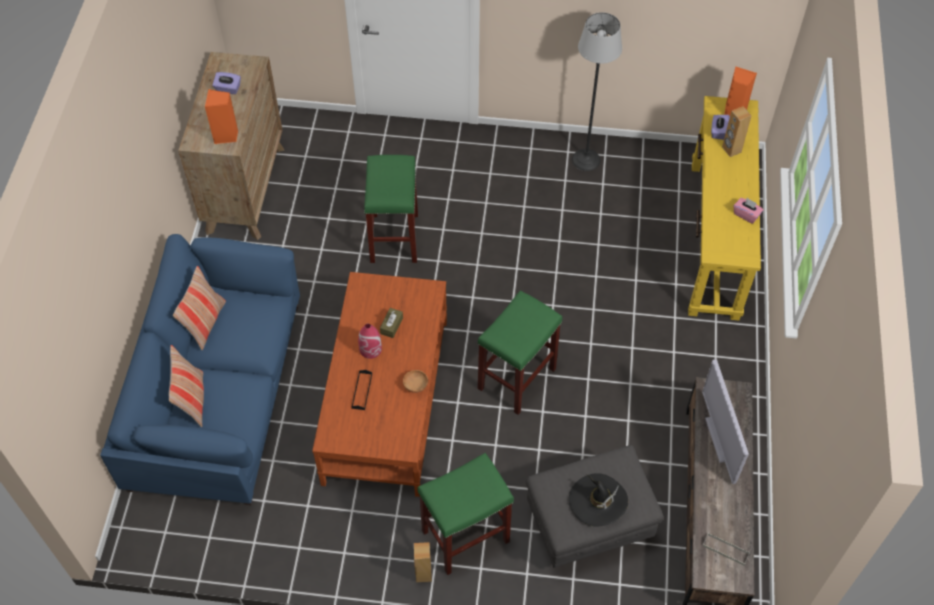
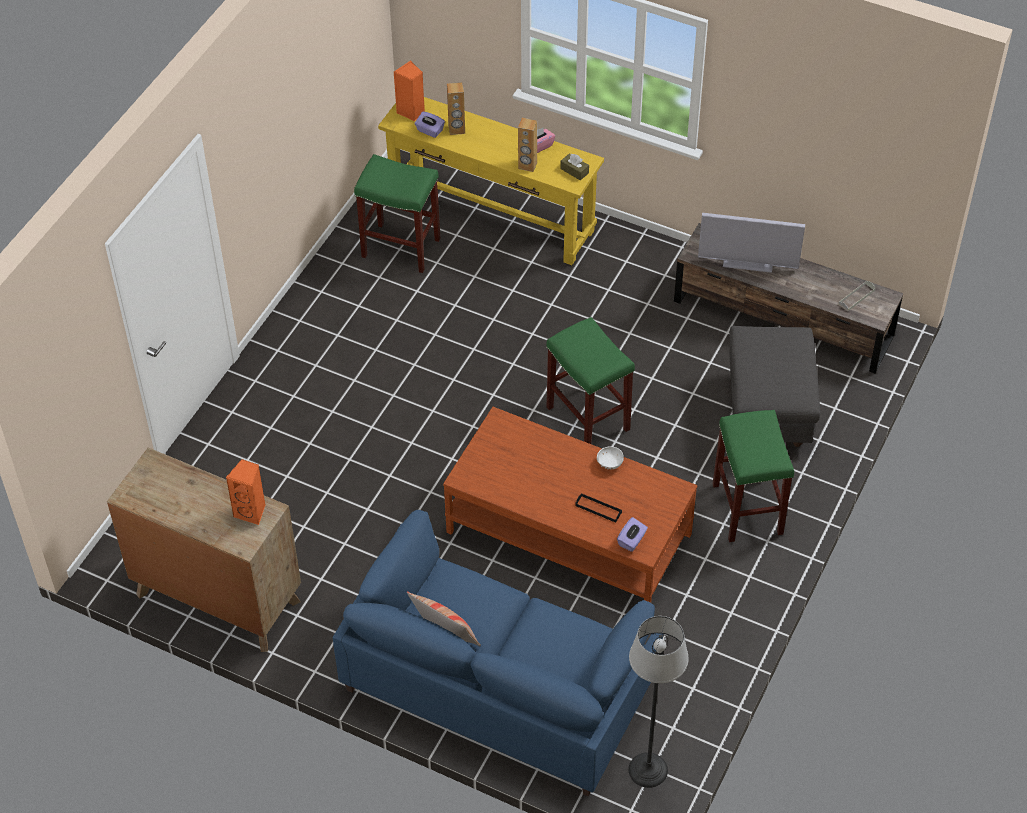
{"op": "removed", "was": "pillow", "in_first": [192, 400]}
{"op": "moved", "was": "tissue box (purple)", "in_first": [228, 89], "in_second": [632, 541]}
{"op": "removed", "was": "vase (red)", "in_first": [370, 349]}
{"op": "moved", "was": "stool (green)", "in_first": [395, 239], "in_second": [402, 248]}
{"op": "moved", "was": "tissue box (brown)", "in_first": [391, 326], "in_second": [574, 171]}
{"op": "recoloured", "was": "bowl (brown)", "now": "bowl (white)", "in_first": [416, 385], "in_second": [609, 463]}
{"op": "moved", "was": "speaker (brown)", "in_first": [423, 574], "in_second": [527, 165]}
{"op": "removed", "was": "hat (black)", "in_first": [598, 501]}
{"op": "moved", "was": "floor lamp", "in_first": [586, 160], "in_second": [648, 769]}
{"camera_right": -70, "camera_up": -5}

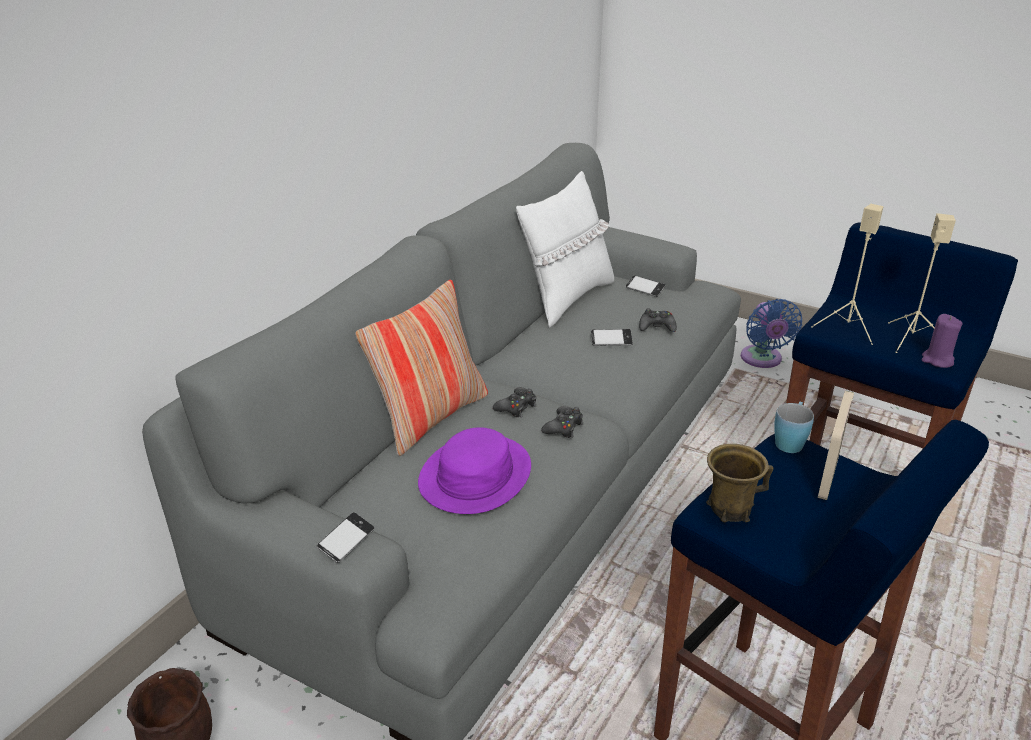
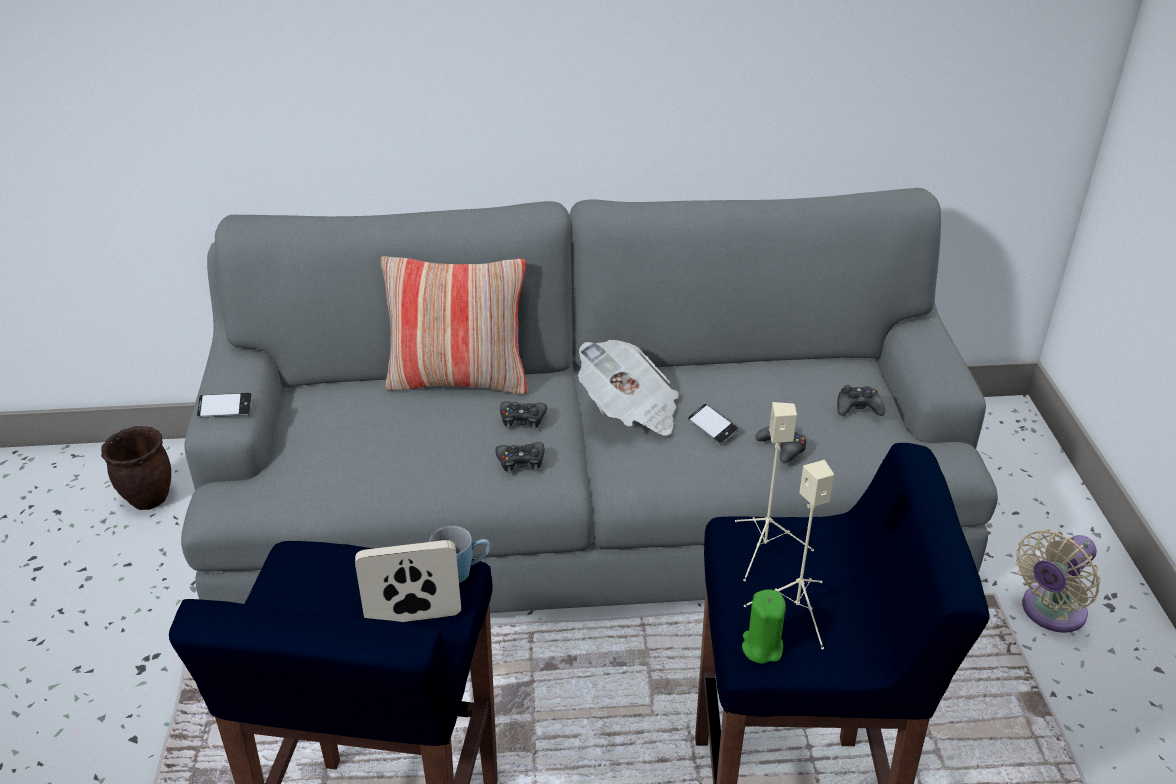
{"op": "removed", "was": "hat (purple)", "in_first": [475, 475]}
{"op": "removed", "was": "pillow (white)", "in_first": [566, 299]}
{"op": "replaced", "was": "phone", "now": "game controller (black)", "in_first": [645, 289], "in_second": [858, 407]}
{"op": "removed", "was": "mug (brown)", "in_first": [730, 508]}
{"op": "recoloured", "was": "fan (blue)", "now": "fan (beige)", "in_first": [762, 360], "in_second": [1049, 612]}
{"op": "recoloured", "was": "candle (purple)", "now": "candle (green)", "in_first": [937, 360], "in_second": [762, 647]}
{"op": "added", "now": "newspaper", "in_second": [629, 410]}
{"camera_right": 55, "camera_up": 5}

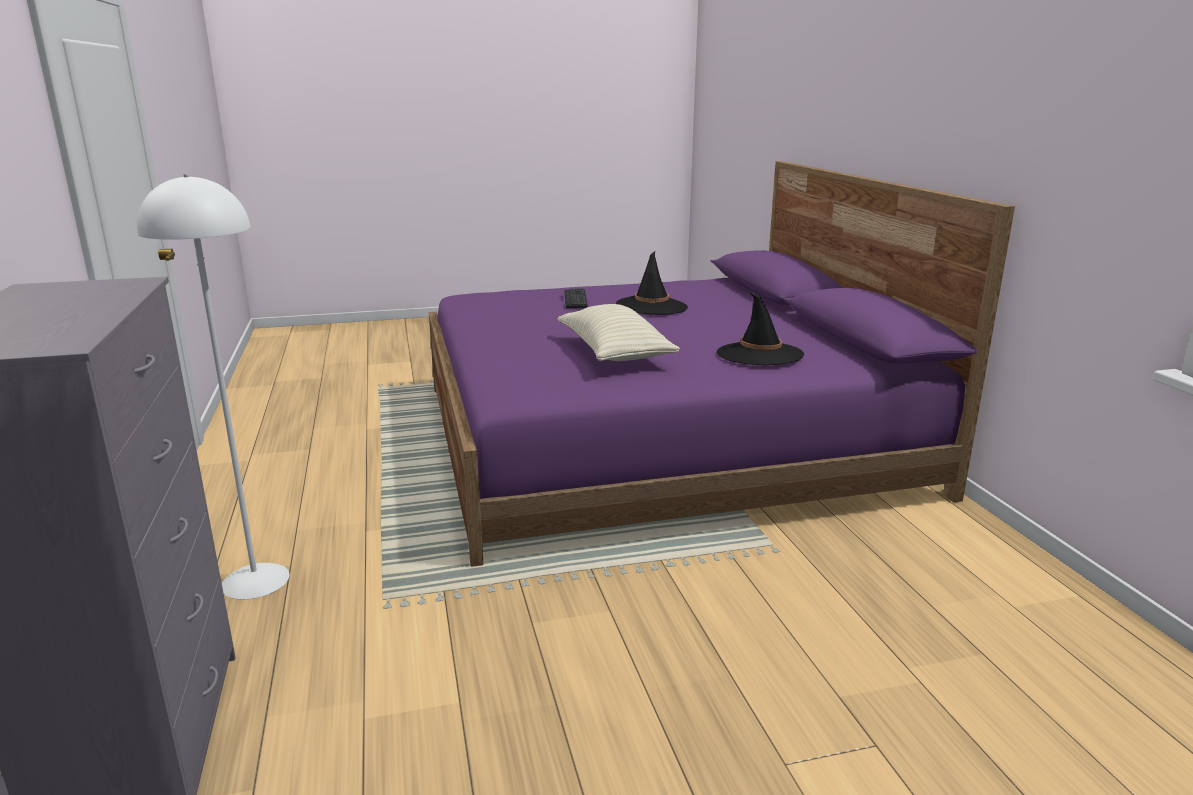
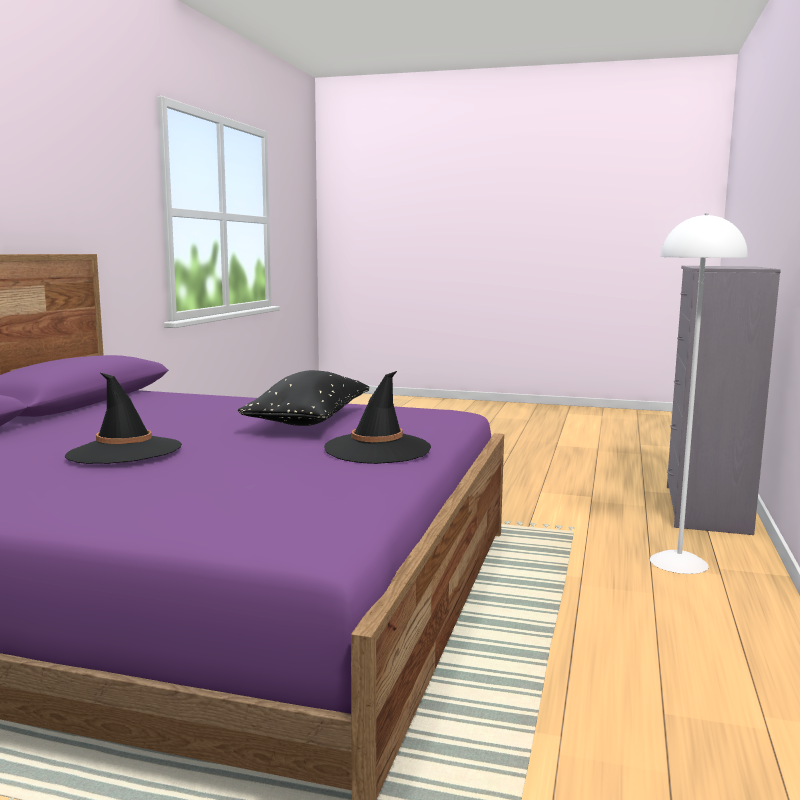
{"op": "recoloured", "was": "pillow (beige)", "now": "pillow (black)", "in_first": [614, 354], "in_second": [309, 421]}
{"op": "removed", "was": "keyboard", "in_first": [575, 299]}
{"op": "moved", "was": "hat (black)", "in_first": [759, 354], "in_second": [377, 449]}
{"camera_right": -150, "camera_up": -10}

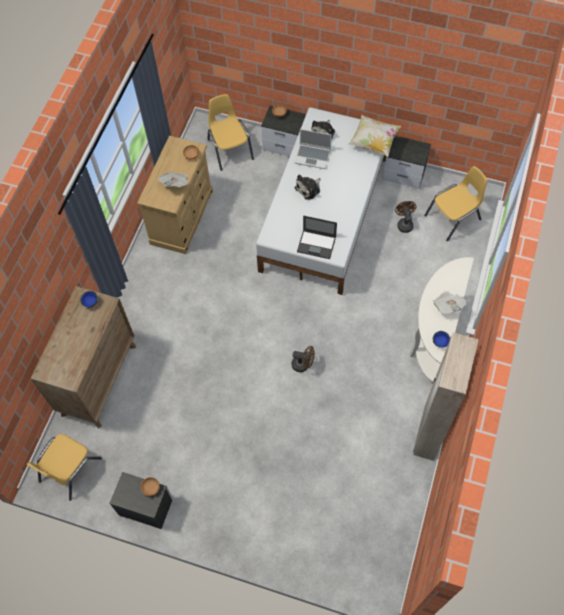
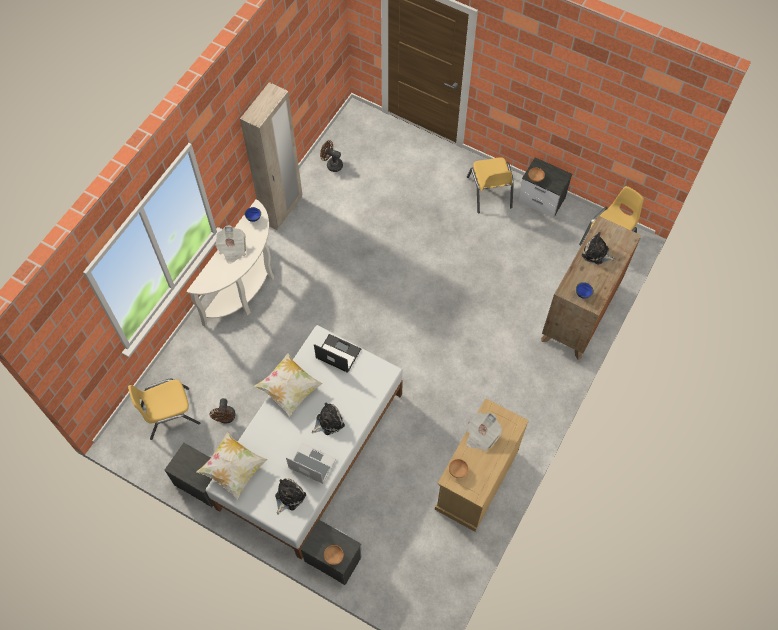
{"op": "moved", "was": "chair (yellow)", "in_first": [230, 149], "in_second": [489, 192]}
{"op": "moved", "was": "fan (brown)", "in_first": [303, 365], "in_second": [332, 164]}
{"op": "added", "now": "pillow", "in_second": [289, 389]}
{"op": "added", "now": "plush toy", "in_second": [596, 253]}
{"camera_right": -170, "camera_up": 0}

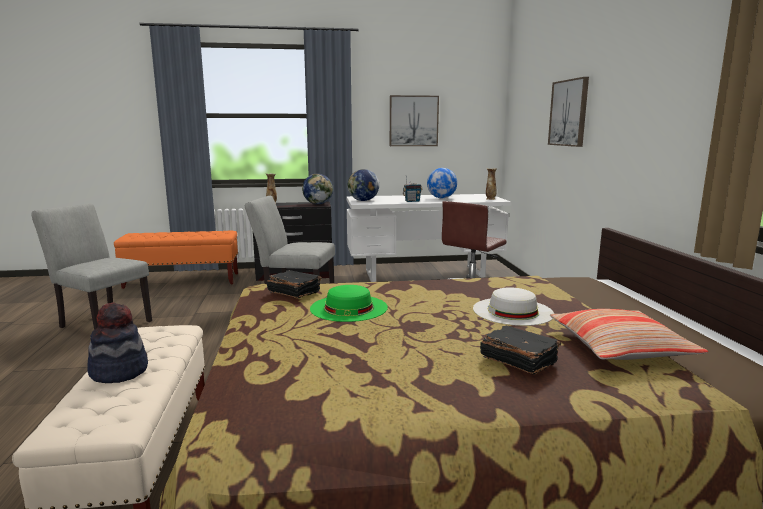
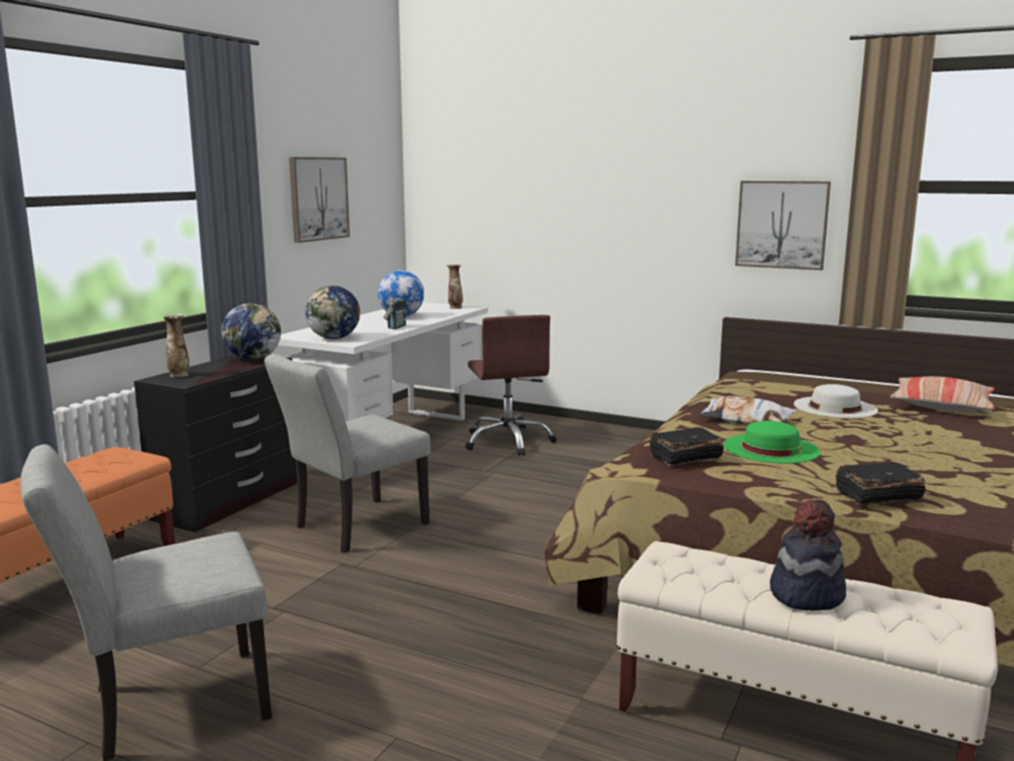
{"op": "moved", "was": "book (black)", "in_first": [517, 360], "in_second": [876, 497]}
{"op": "moved", "was": "picture", "in_first": [569, 113], "in_second": [782, 224]}
{"op": "added", "now": "pillow", "in_second": [746, 420]}
{"camera_right": -55, "camera_up": 0}

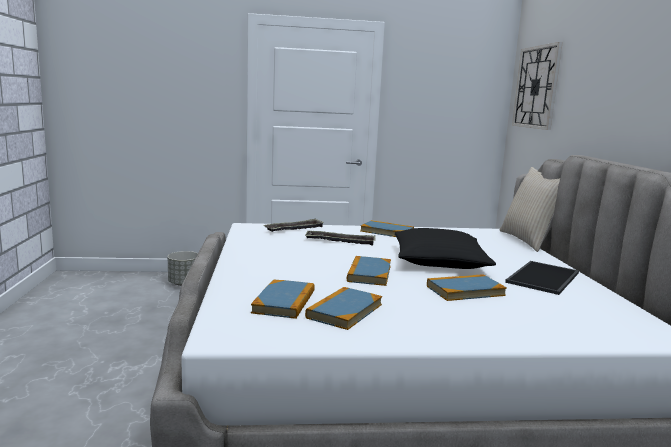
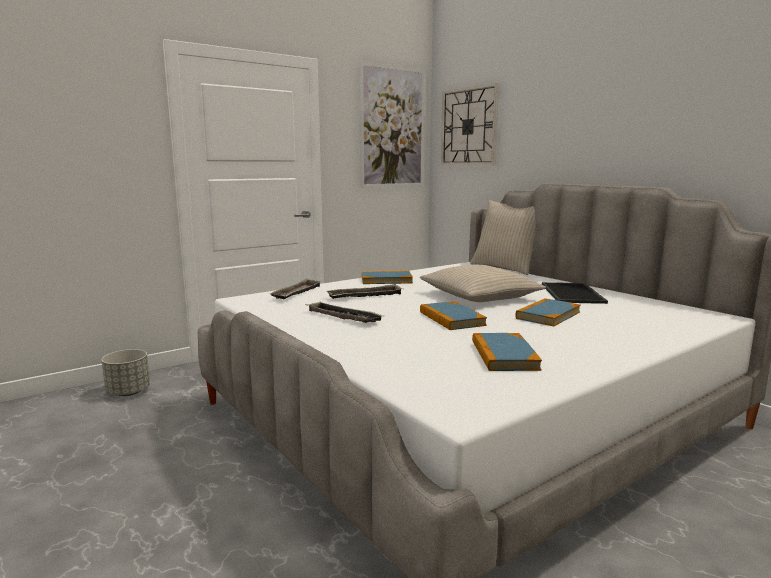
{"op": "removed", "was": "book", "in_first": [284, 302]}
{"op": "recoloured", "was": "pillow (black)", "now": "pillow (beige)", "in_first": [439, 261], "in_second": [479, 296]}
{"op": "added", "now": "tray", "in_second": [343, 317]}
{"op": "added", "now": "picture", "in_second": [392, 127]}
{"camera_right": -30, "camera_up": 0}

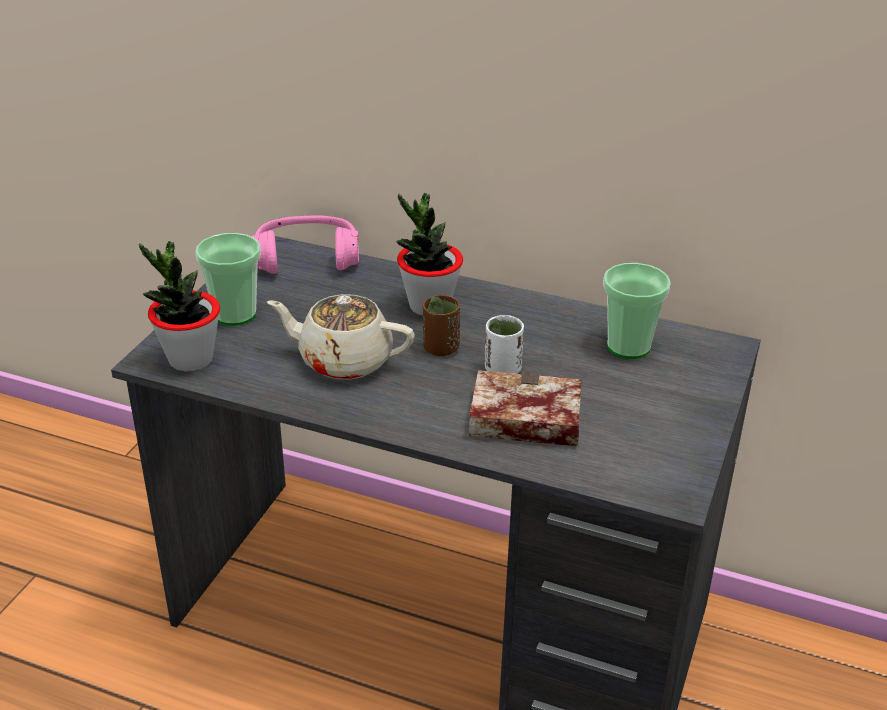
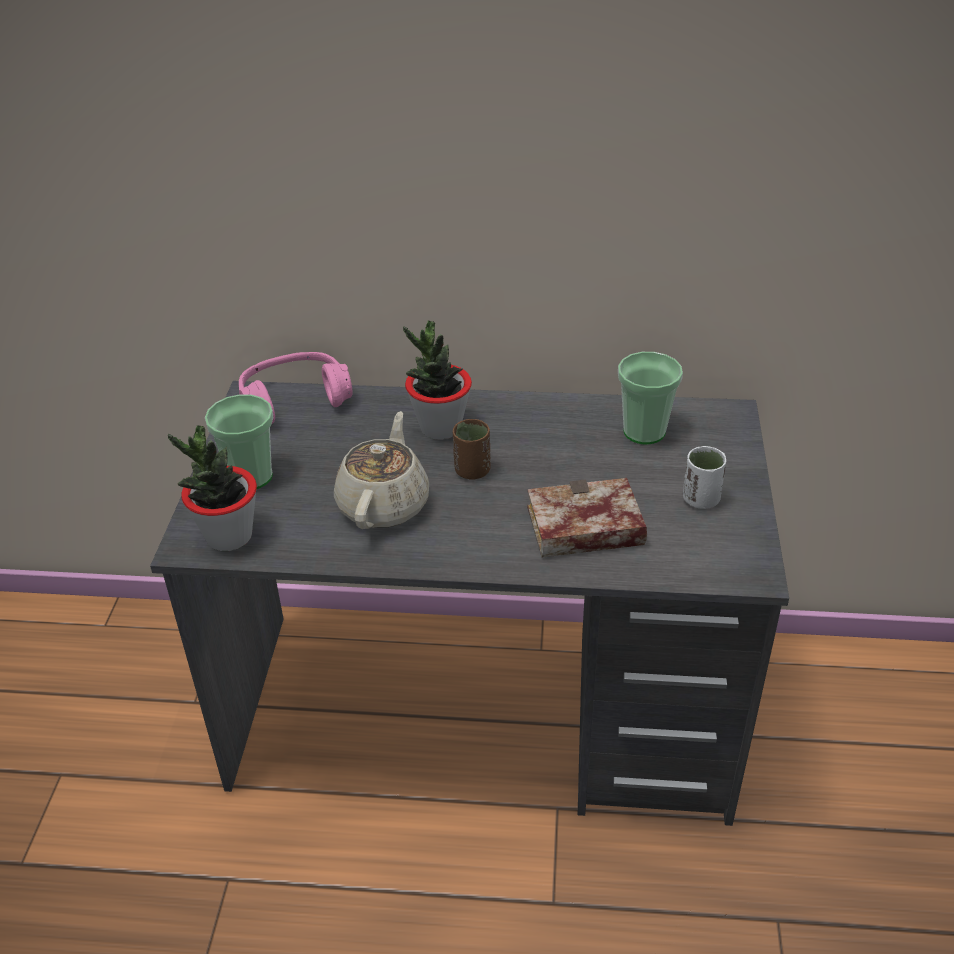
{"op": "turned", "was": "teapot (beige)", "in_first": [343, 360], "in_second": [384, 504], "clockwise": 105}
{"op": "moved", "was": "cup (white)", "in_first": [502, 370], "in_second": [700, 499]}
{"camera_right": -15, "camera_up": 5}

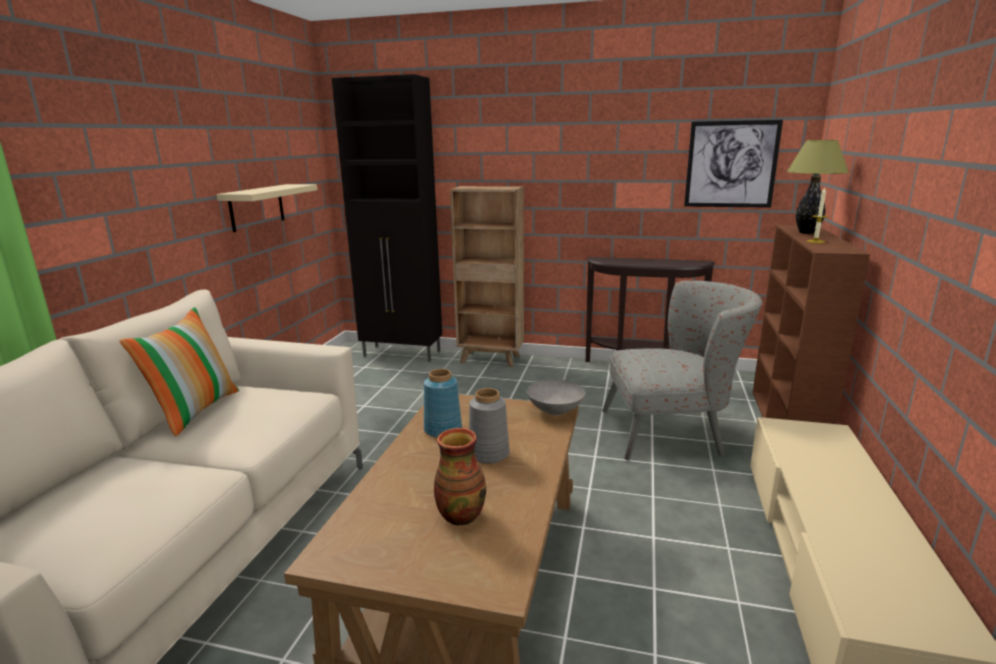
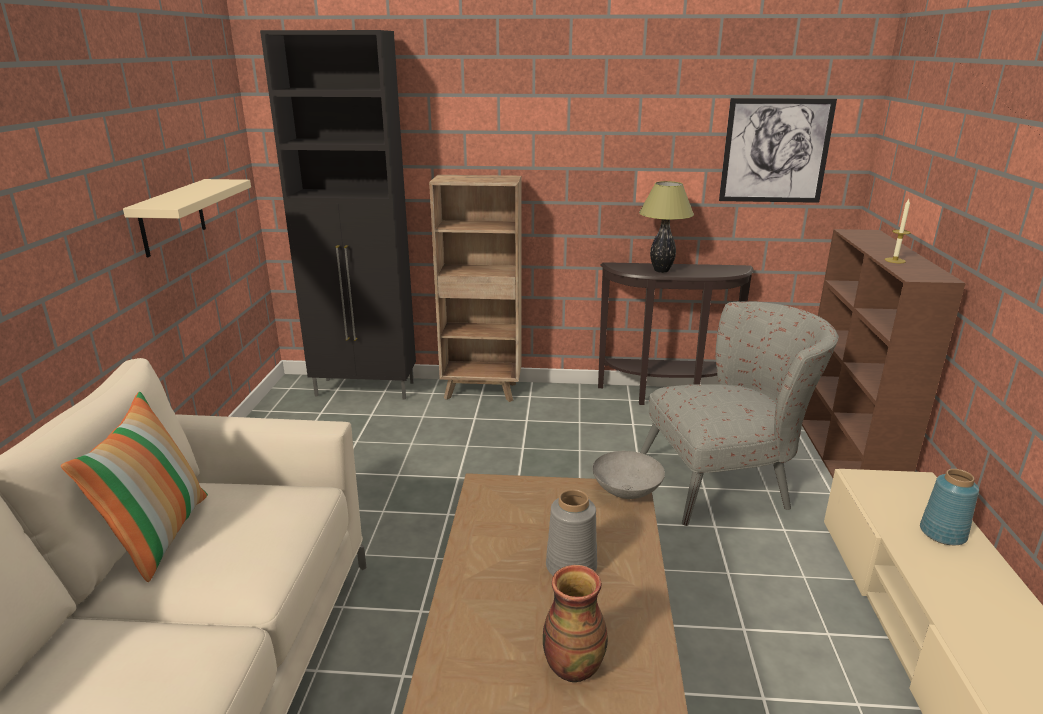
{"op": "moved", "was": "vase (blue)", "in_first": [443, 430], "in_second": [943, 534]}
{"op": "moved", "was": "table lamp", "in_first": [807, 233], "in_second": [661, 271]}
{"camera_right": -10, "camera_up": 5}

